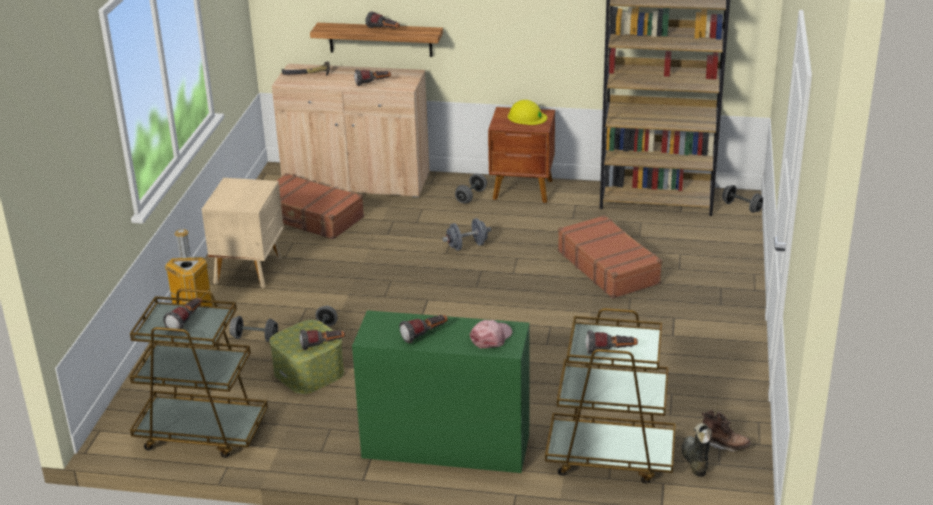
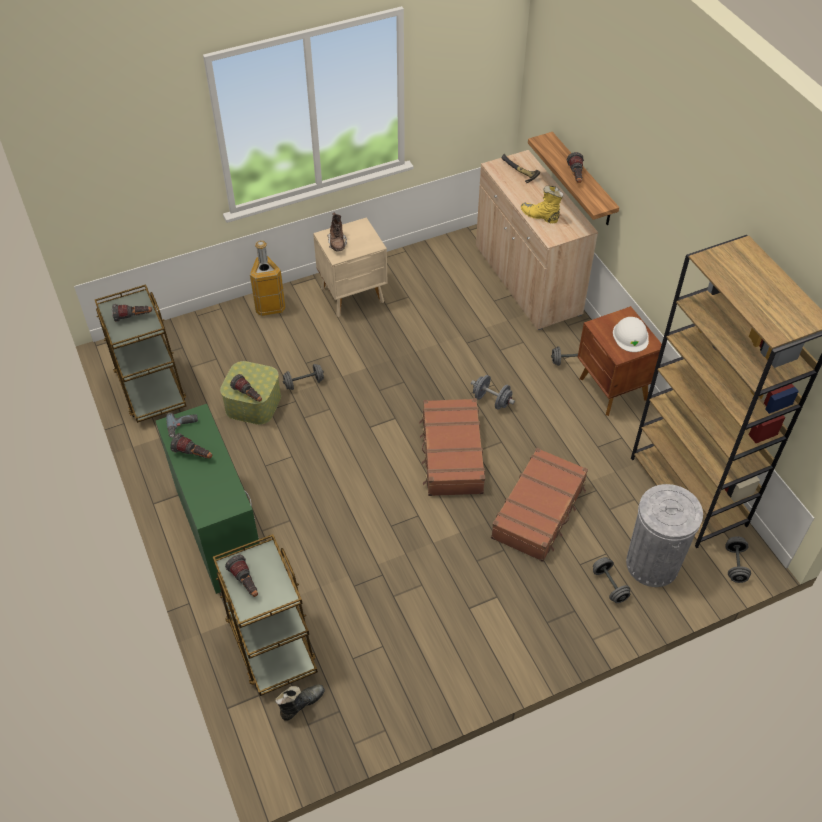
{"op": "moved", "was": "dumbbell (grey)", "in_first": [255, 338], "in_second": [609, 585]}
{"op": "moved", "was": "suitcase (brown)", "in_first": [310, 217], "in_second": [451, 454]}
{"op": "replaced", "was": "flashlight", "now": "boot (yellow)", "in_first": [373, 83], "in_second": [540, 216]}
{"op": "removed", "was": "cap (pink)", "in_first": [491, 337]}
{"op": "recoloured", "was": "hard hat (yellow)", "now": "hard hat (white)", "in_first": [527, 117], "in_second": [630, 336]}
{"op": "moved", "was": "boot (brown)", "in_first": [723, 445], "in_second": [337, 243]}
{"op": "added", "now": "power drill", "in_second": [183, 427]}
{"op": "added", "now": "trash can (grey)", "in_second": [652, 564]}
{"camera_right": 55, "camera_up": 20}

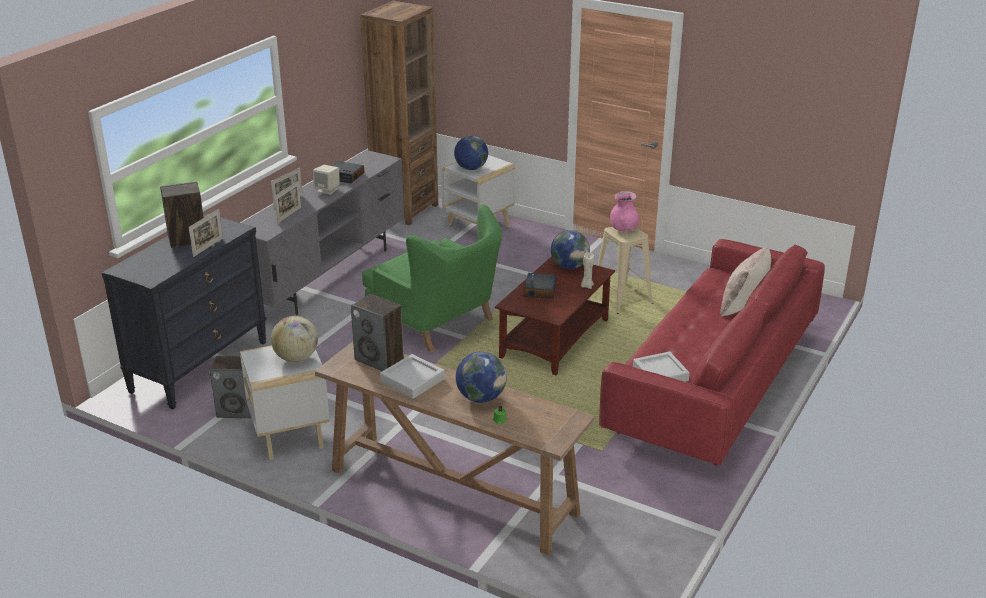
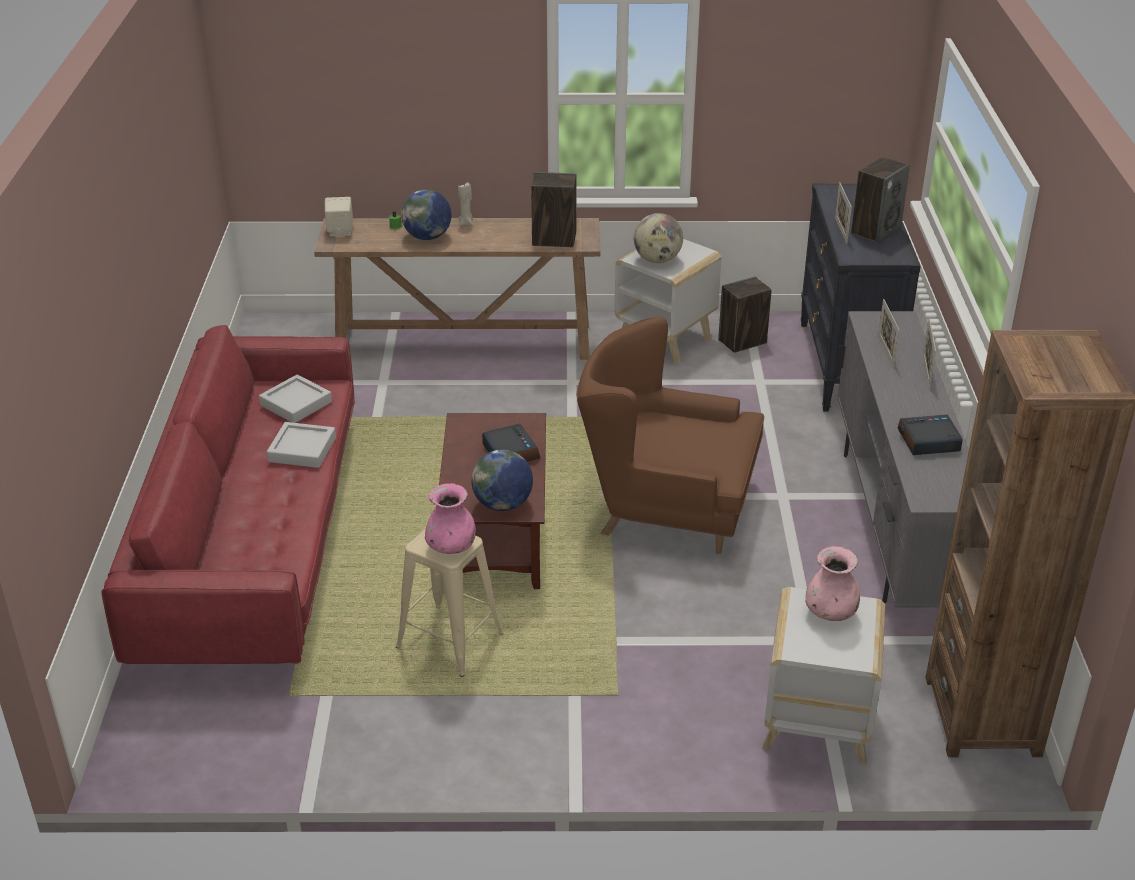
{"op": "moved", "was": "speaker (beige)", "in_first": [327, 190], "in_second": [340, 232]}
{"op": "recoloured", "was": "armchair (green)", "now": "armchair (brown)", "in_first": [437, 322], "in_second": [667, 506]}
{"op": "moved", "was": "tray (grey)", "in_first": [412, 380], "in_second": [302, 450]}
{"op": "replaced", "was": "globe", "now": "vase (pink)", "in_first": [471, 168], "in_second": [830, 612]}
{"op": "moved", "was": "candle (beige)", "in_first": [586, 286], "in_second": [466, 223]}
{"op": "removed", "was": "pillow (beige)", "in_first": [743, 307]}
{"camera_right": 150, "camera_up": 5}

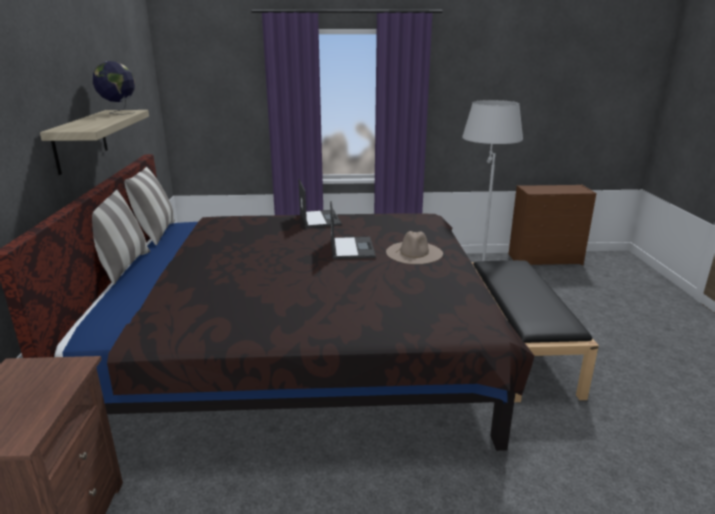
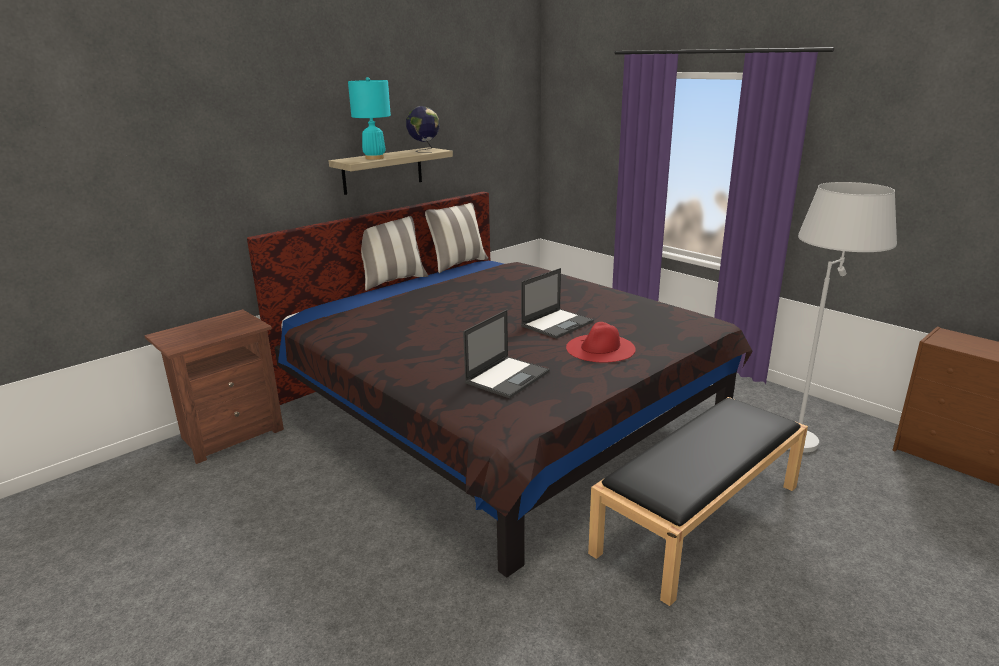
{"op": "moved", "was": "laptop", "in_first": [319, 219], "in_second": [508, 377]}
{"op": "recoloured", "was": "hat (beige)", "now": "hat (red)", "in_first": [414, 252], "in_second": [600, 348]}
{"op": "added", "now": "table lamp (turquoise)", "in_second": [374, 158]}
{"camera_right": 50, "camera_up": 0}

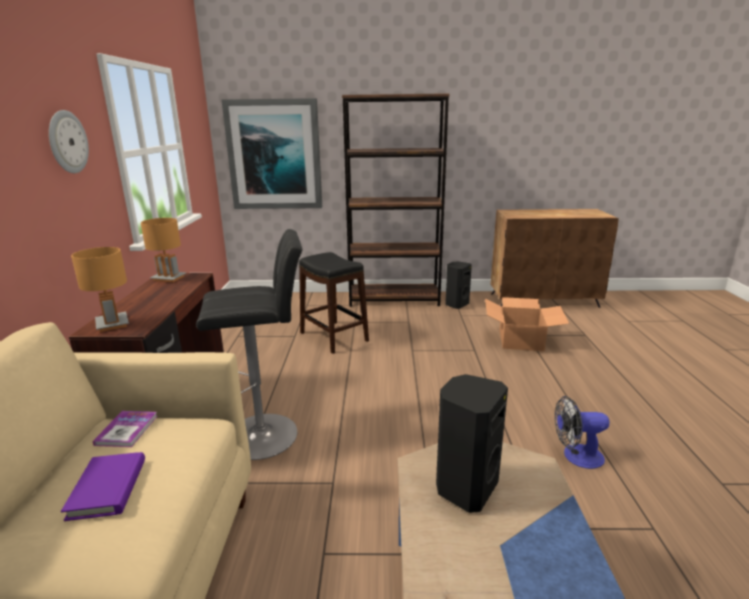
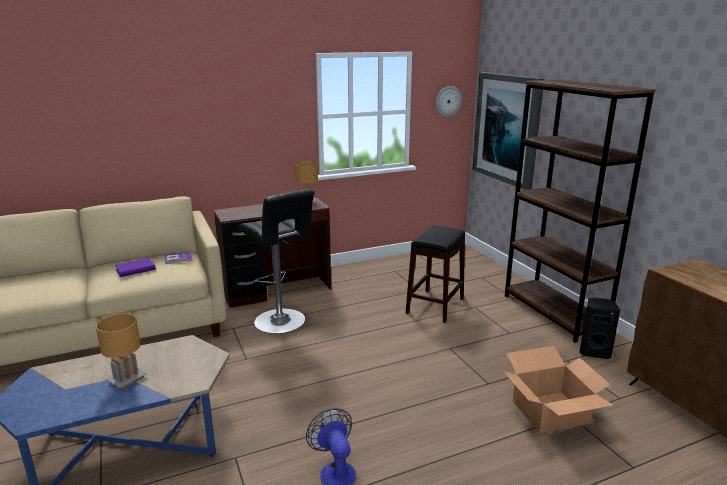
{"op": "moved", "was": "wall clock", "in_first": [67, 142], "in_second": [448, 101]}
{"op": "moved", "was": "table lamp (brown)", "in_first": [113, 324], "in_second": [127, 380]}
{"op": "removed", "was": "speaker (black)", "in_first": [465, 487]}
{"camera_right": 65, "camera_up": 0}

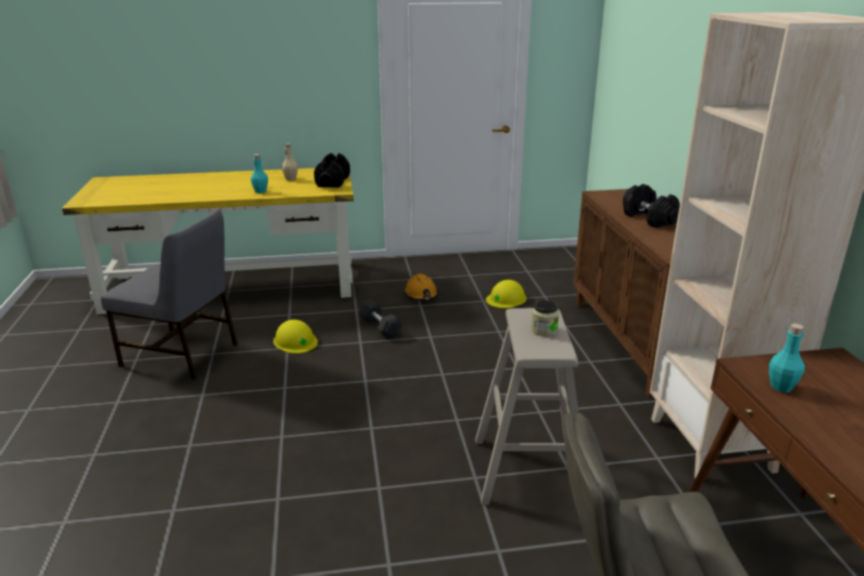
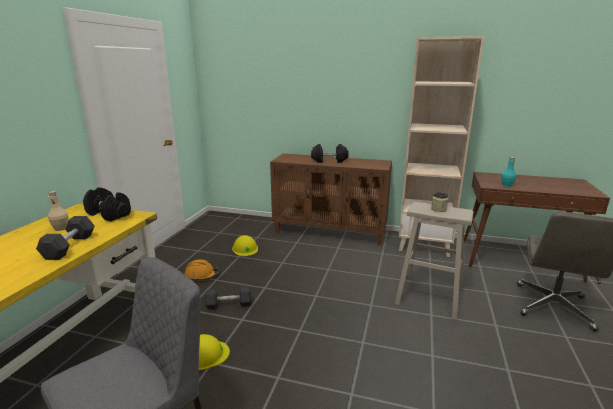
{"op": "replaced", "was": "bottle (turquoise)", "now": "dumbbell (grey)", "in_first": [260, 191], "in_second": [69, 246]}
{"camera_right": -65, "camera_up": -5}

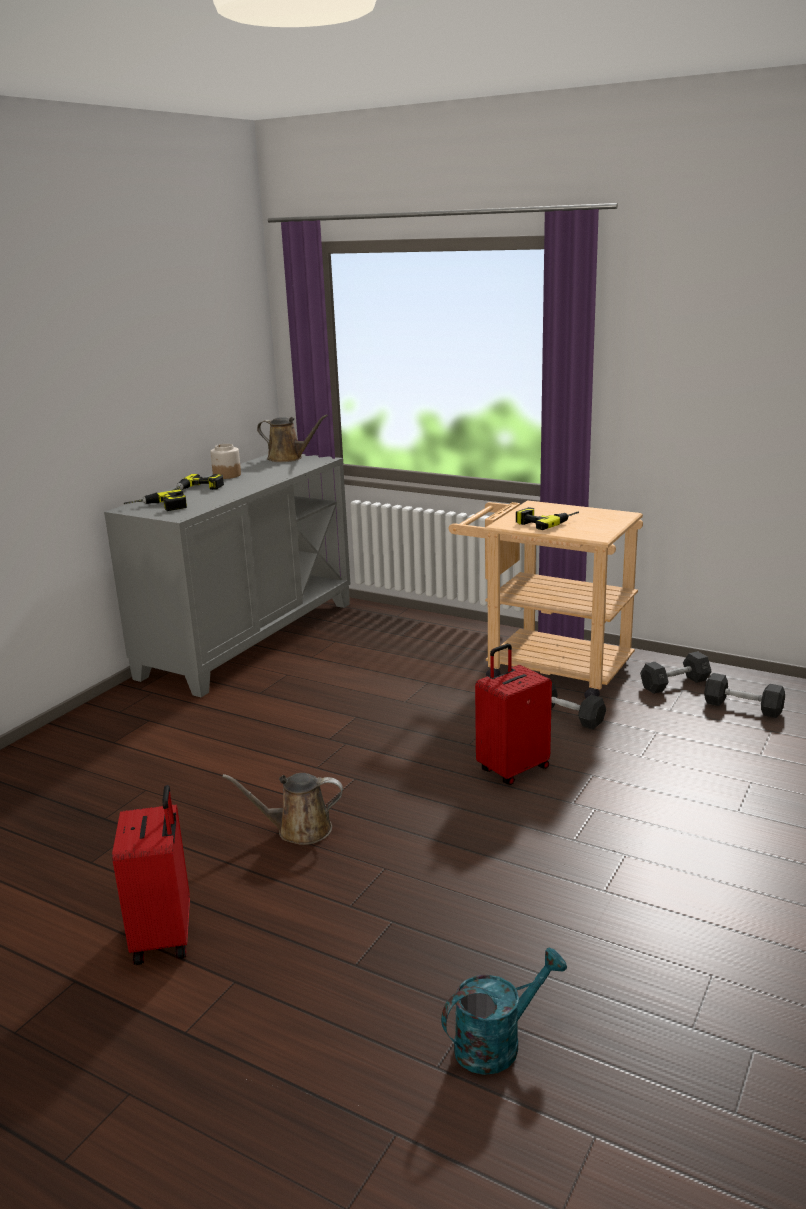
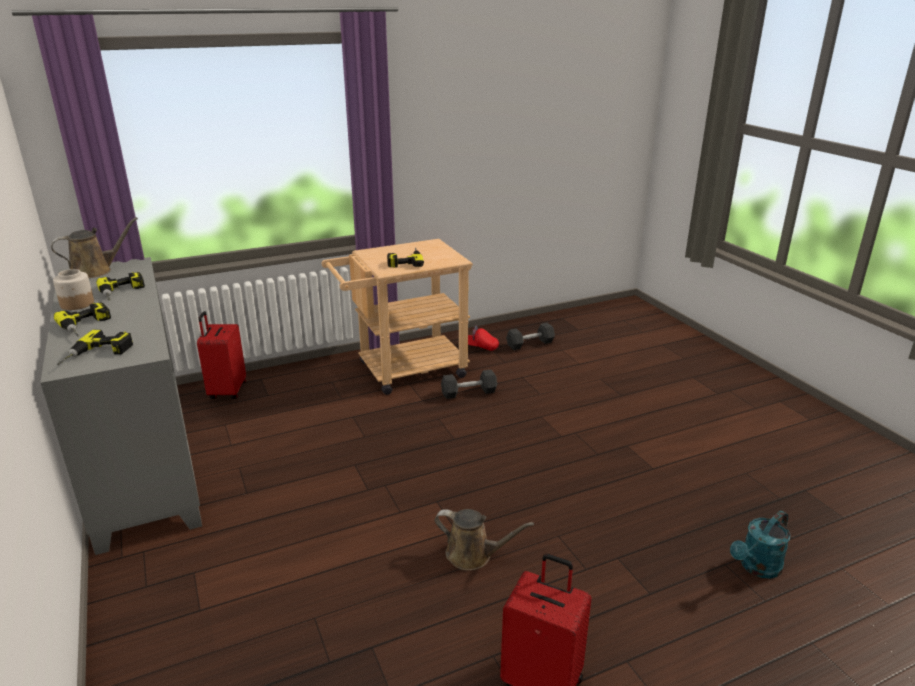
{"op": "turned", "was": "watering can (brown)", "in_first": [298, 830], "in_second": [473, 555], "clockwise": -105}
{"op": "turned", "was": "watering can (turquoise)", "in_first": [497, 1043], "in_second": [756, 568], "clockwise": -135}
{"op": "moved", "was": "suitcase (red)", "in_first": [512, 769], "in_second": [226, 391]}
{"op": "replaced", "was": "dumbbell (grey)", "now": "cap (red)", "in_first": [675, 684], "in_second": [481, 347]}
{"op": "added", "now": "power drill", "in_second": [123, 292]}
{"camera_right": -55, "camera_up": 5}

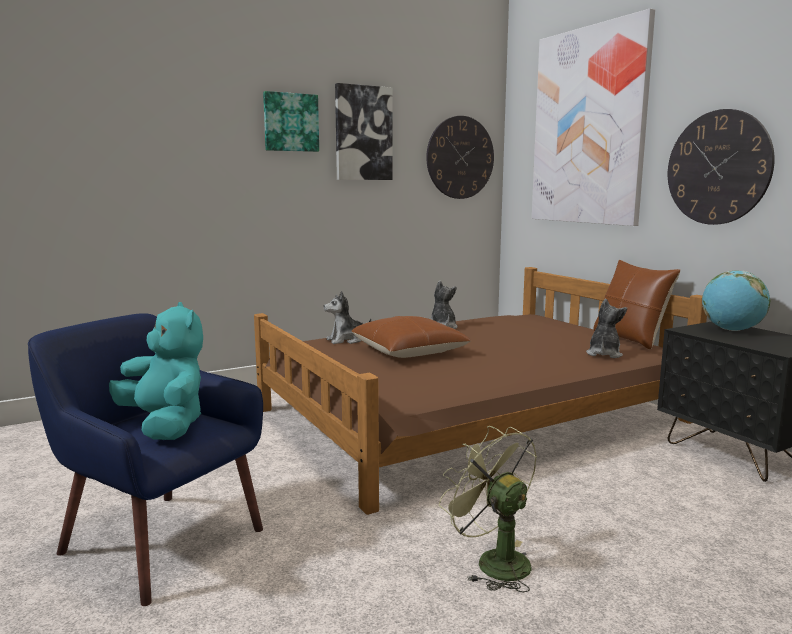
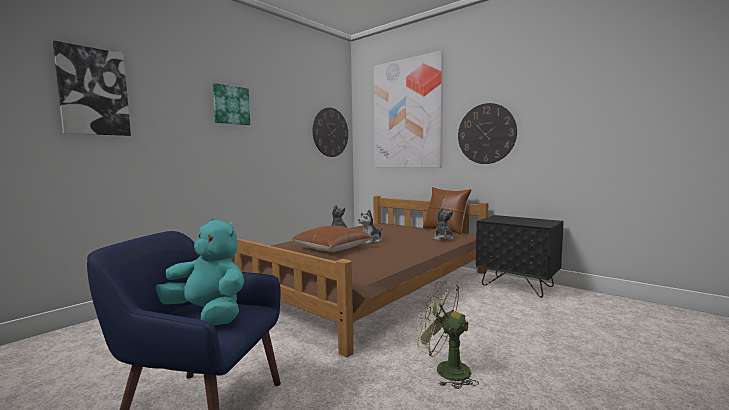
{"op": "moved", "was": "plush toy", "in_first": [346, 340], "in_second": [371, 241]}
{"op": "moved", "was": "picture", "in_first": [363, 133], "in_second": [93, 92]}
{"op": "removed", "was": "globe", "in_first": [732, 330]}
{"camera_right": -20, "camera_up": -5}

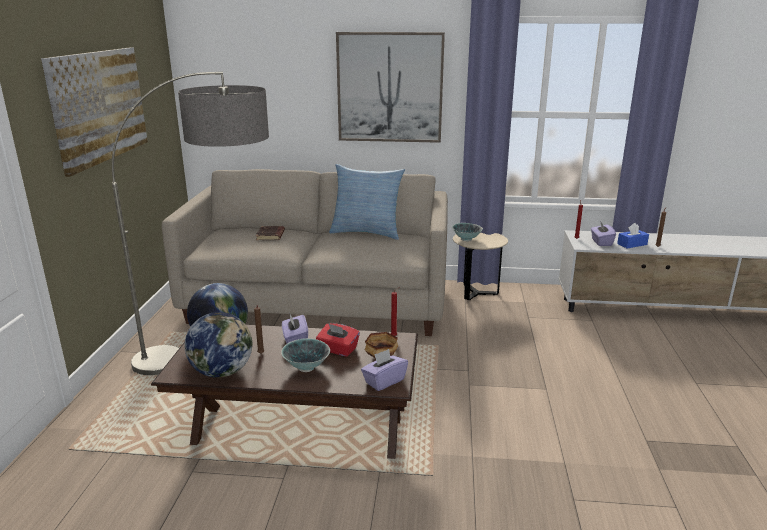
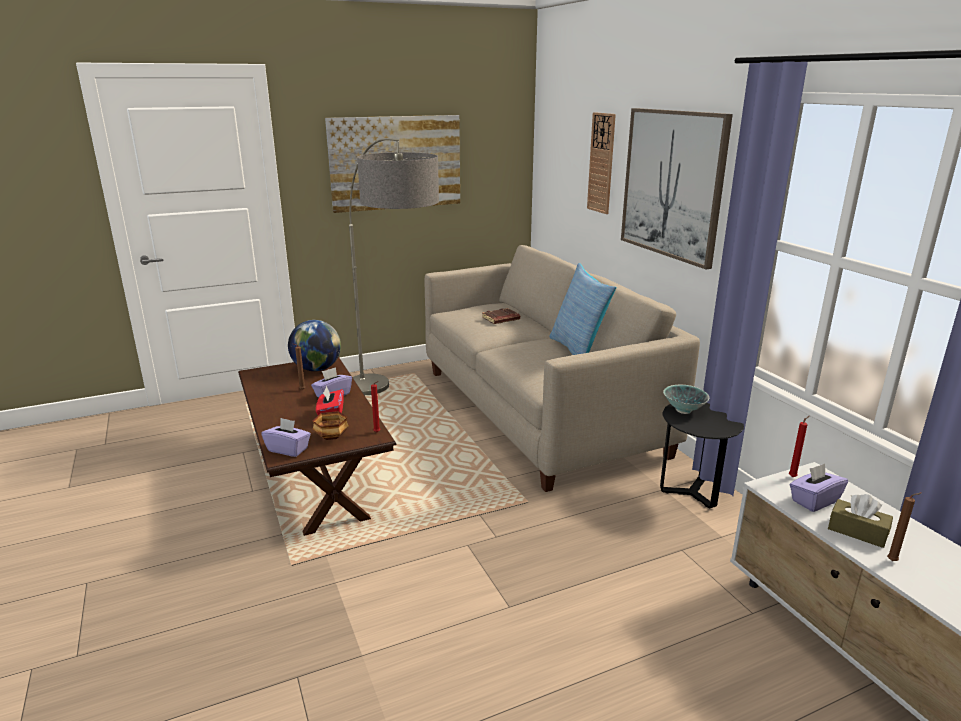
{"op": "removed", "was": "globe", "in_first": [222, 372]}
{"op": "removed", "was": "bowl", "in_first": [306, 368]}
{"op": "recoloured", "was": "side table (beige)", "now": "side table (black)", "in_first": [476, 293], "in_second": [691, 493]}
{"op": "recoloured", "was": "tissue box (blue)", "now": "tissue box (brown)", "in_first": [632, 244], "in_second": [857, 531]}
{"op": "added", "now": "wall clock", "in_second": [601, 163]}
{"camera_right": 60, "camera_up": 0}

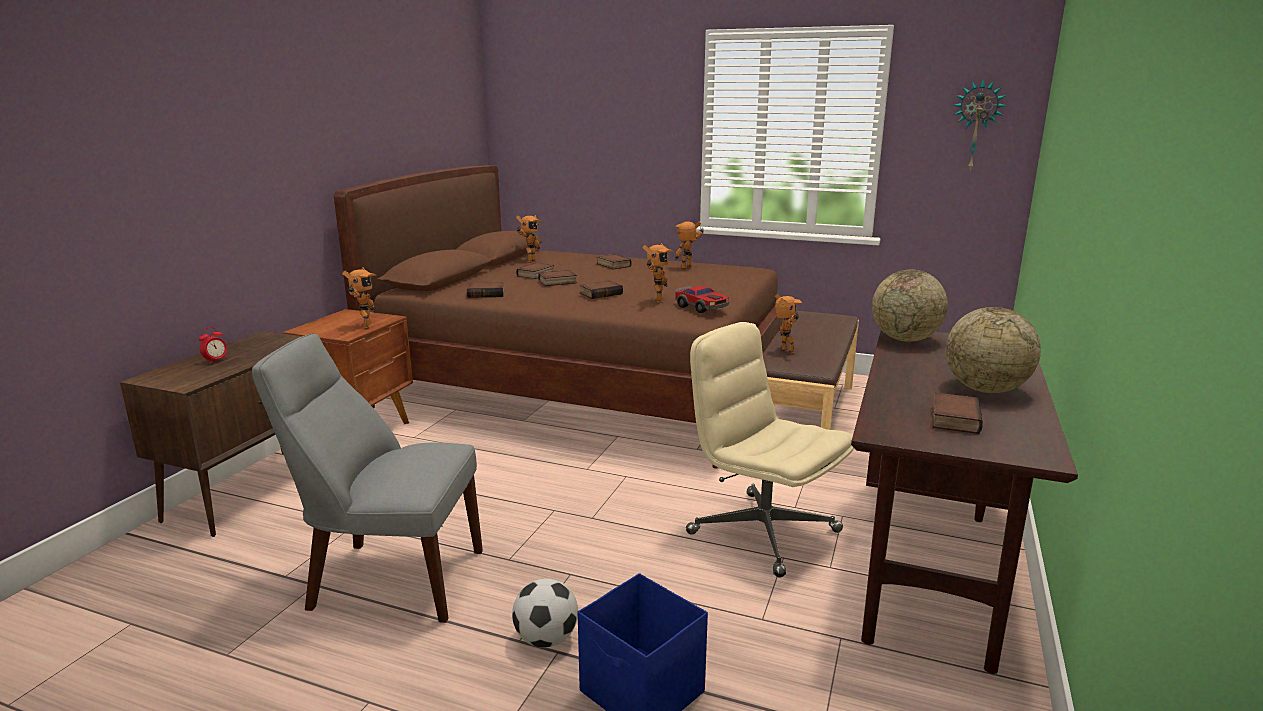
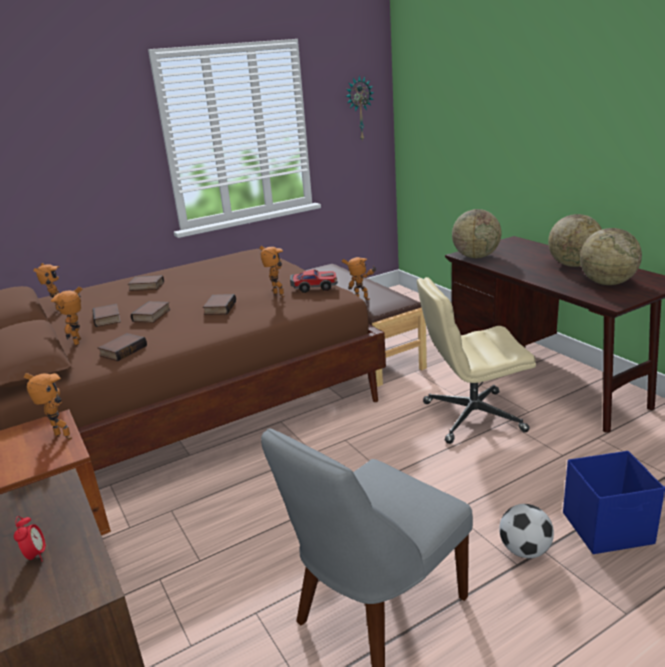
{"op": "moved", "was": "toy robot", "in_first": [688, 268], "in_second": [81, 341]}
{"op": "replaced", "was": "book", "now": "globe", "in_first": [952, 418], "in_second": [607, 283]}
{"camera_right": -50, "camera_up": 5}

